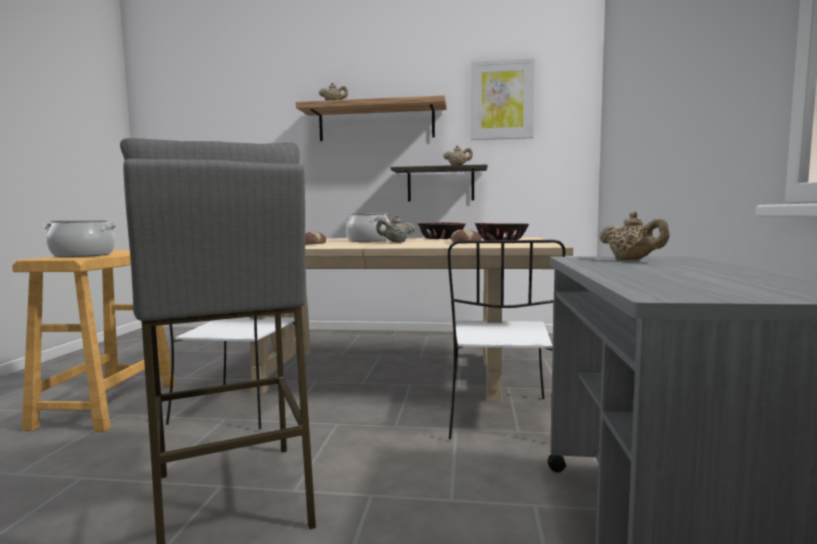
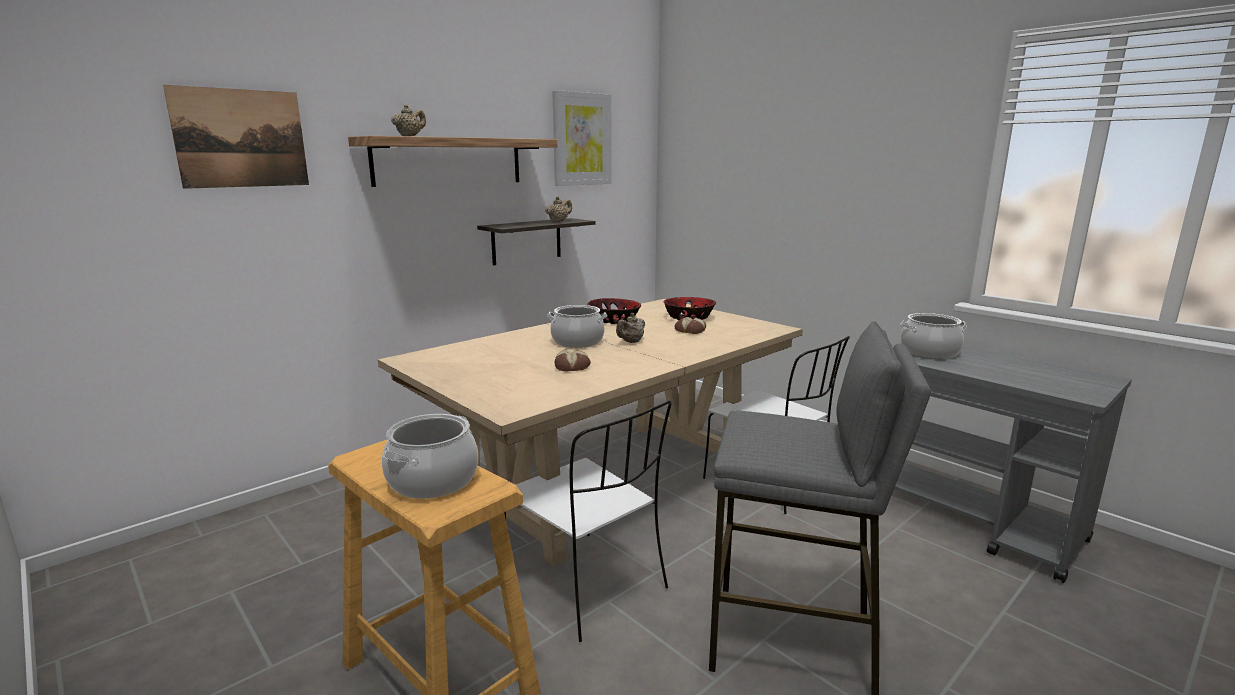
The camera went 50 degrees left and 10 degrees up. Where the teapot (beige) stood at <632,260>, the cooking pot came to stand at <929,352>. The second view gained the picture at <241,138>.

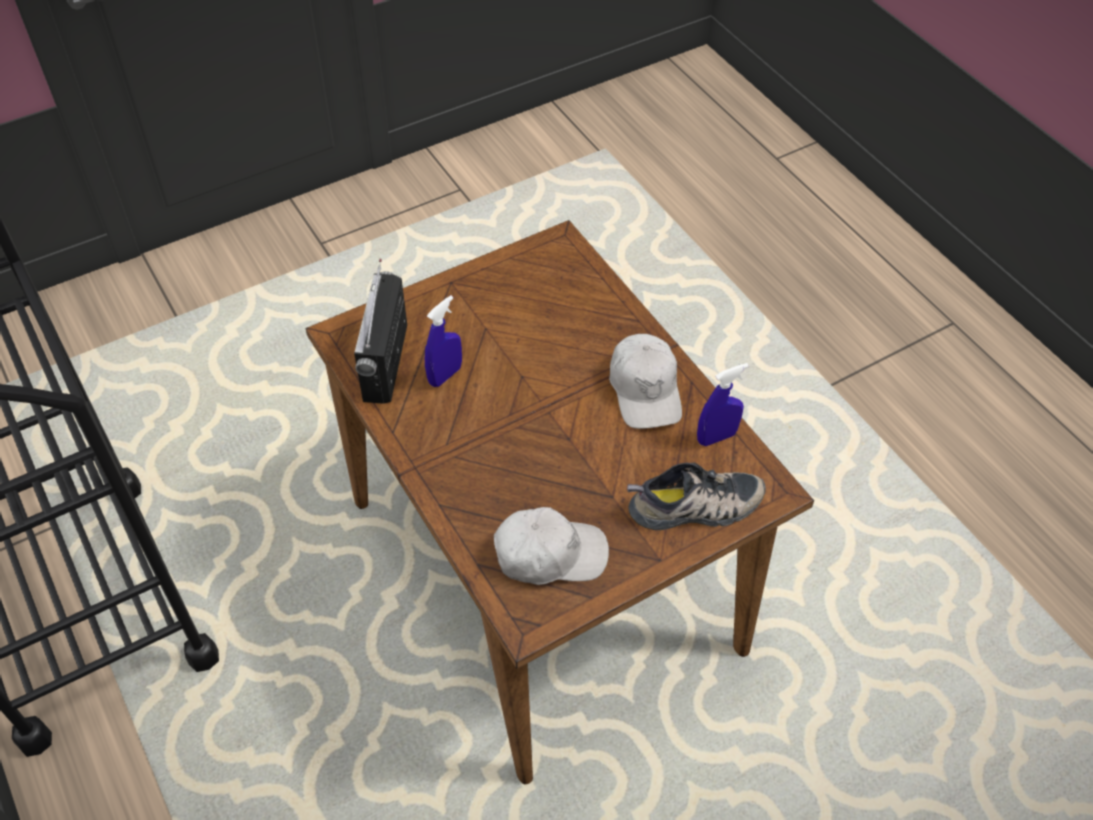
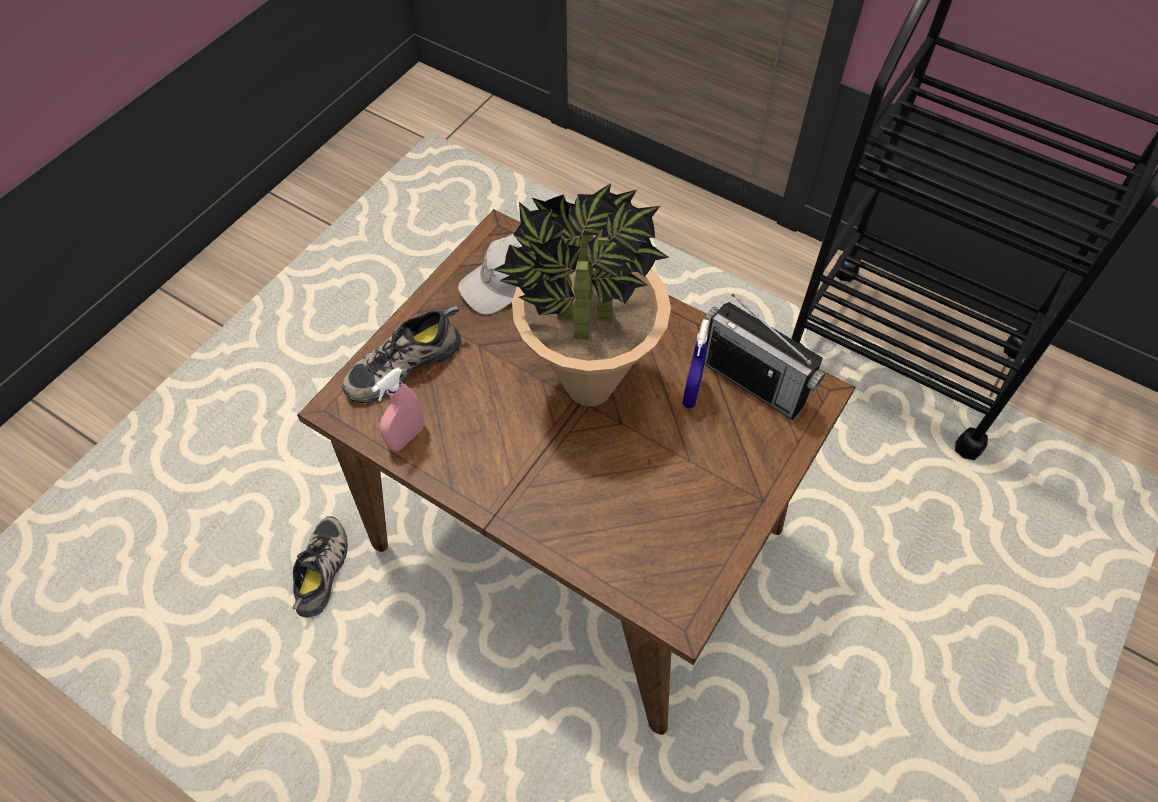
The camera went 155 degrees right and 5 degrees up. The radio at <385,362> ended up facing another way, 150 degrees clockwise from before. The second view lost the cap (white) at <645,389>. What was the spray bottle (blue) at <716,437> turned into the spray bottle (pink) at <406,437>. The second view gained the shoe at <323,570>. The second view gained the potted plant at <588,388>.

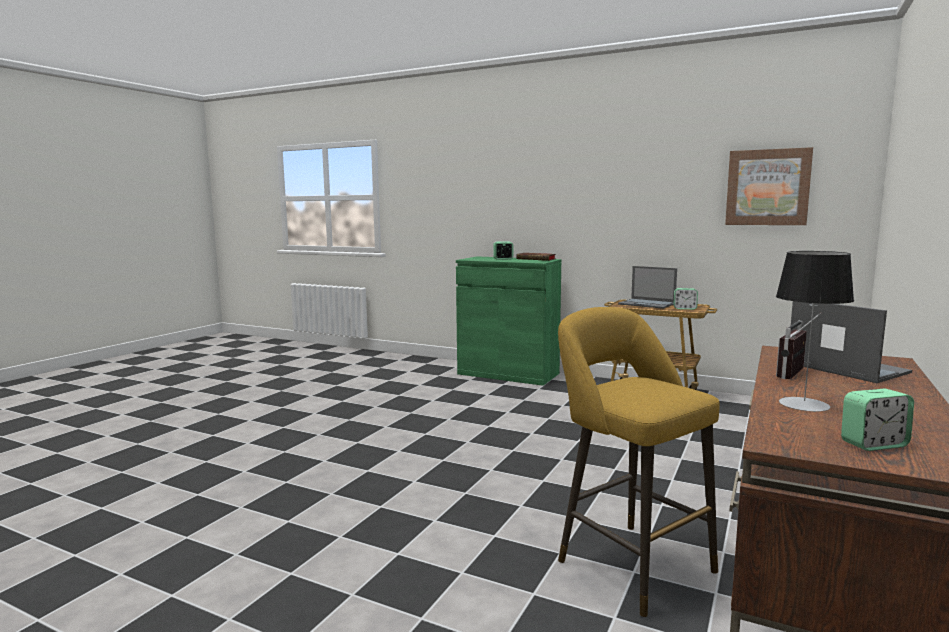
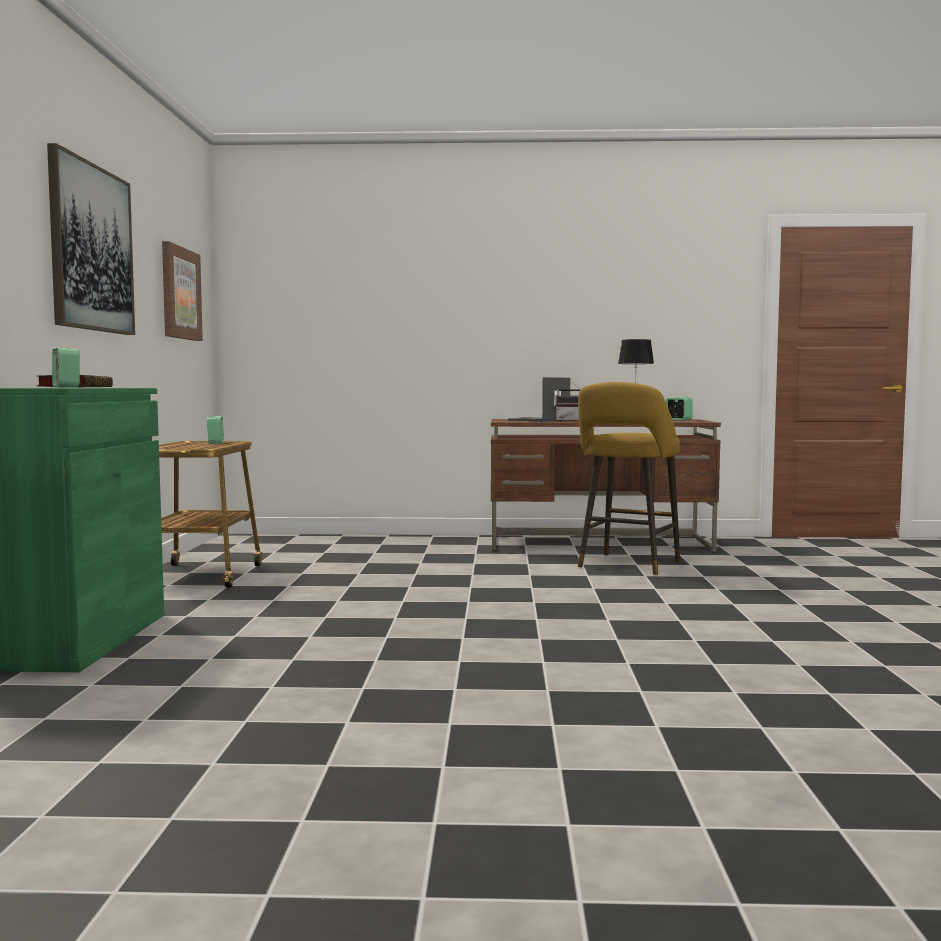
The camera went 115 degrees left and 5 degrees down. The second view lost the laptop at <647,304>. The second view gained the picture at <91,248>.

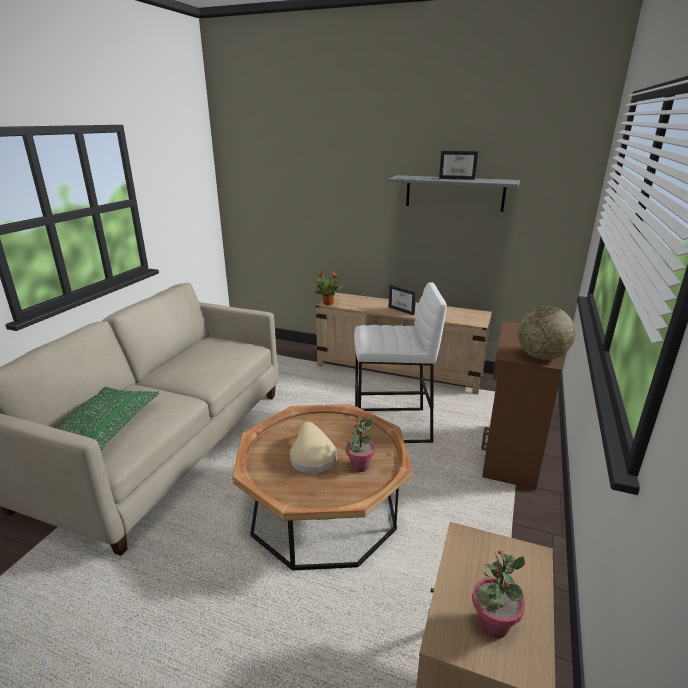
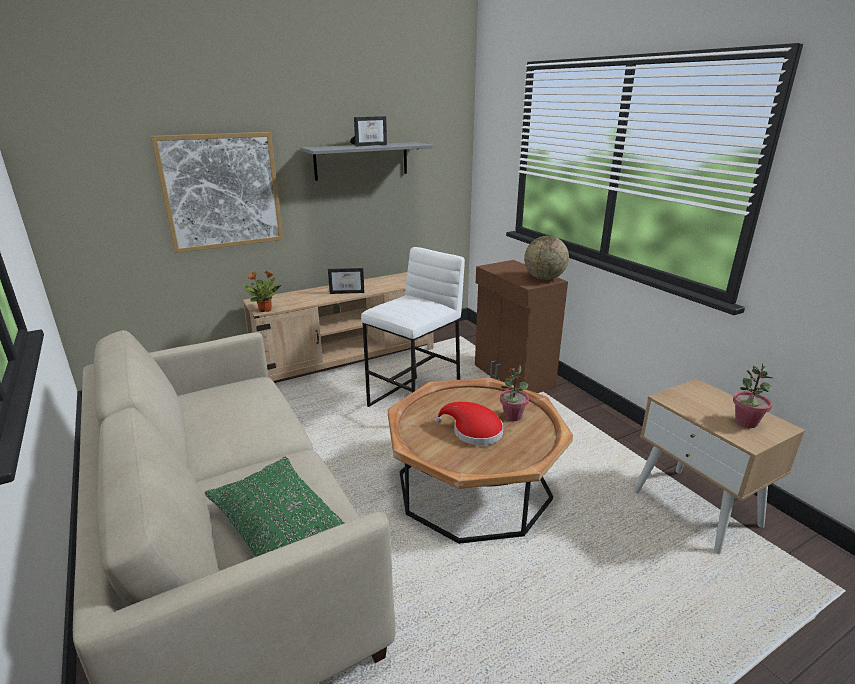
The camera went 50 degrees left and 0 degrees up. What was the hat (beige) at <312,456> turned into the hat (red) at <473,431>. The second view gained the picture at <222,191>.

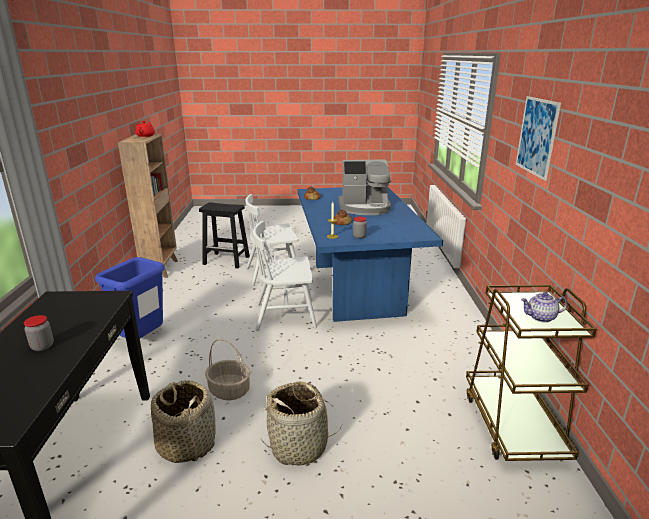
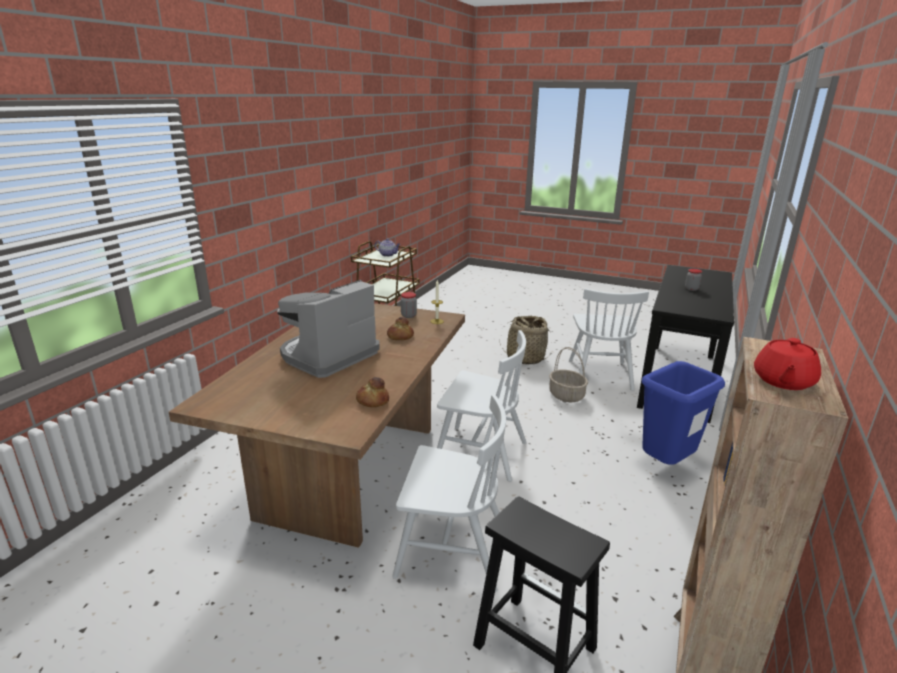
The camera went 155 degrees left and 0 degrees up. Where the basket stood at <187,444>, the chair (white) came to stand at <600,374>. What was the dining table (blue) at <355,288> turned into the dining table (brown) at <352,470>. The coffee machine at <365,208> ended up facing another way, 75 degrees counterclockwise from before. The second view lost the picture at <537,136>.

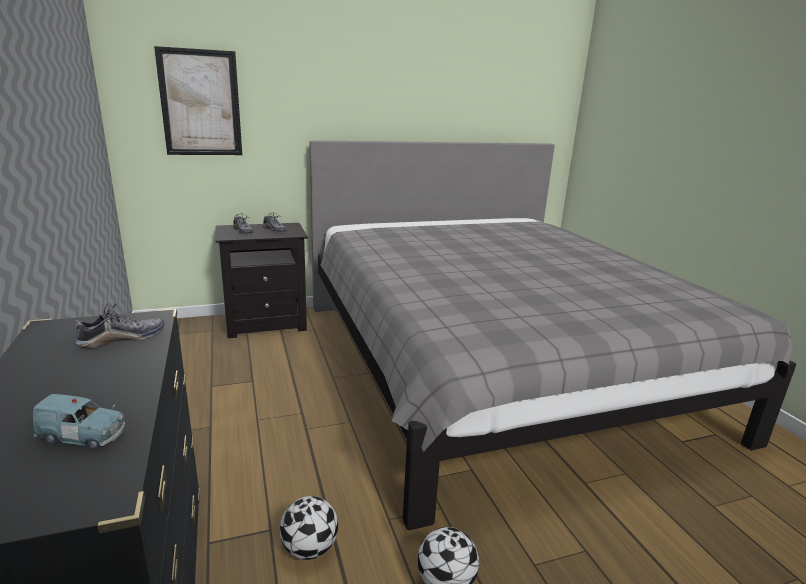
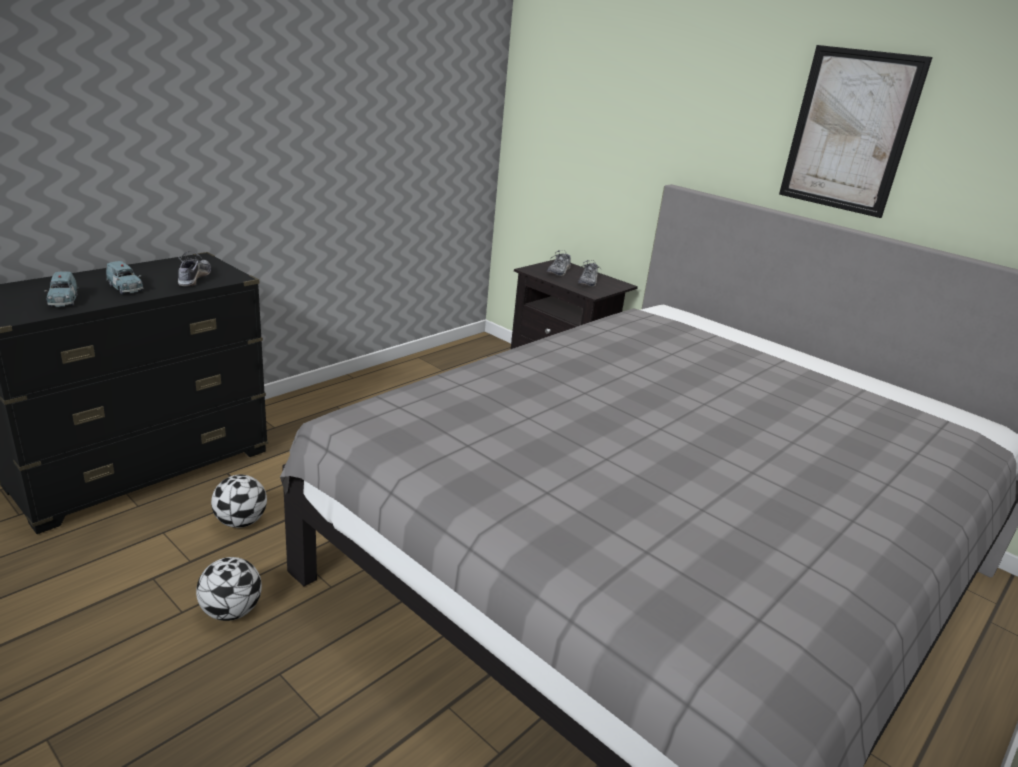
The camera went 60 degrees right and 5 degrees up. The shoe at <122,339> ended up facing another way, 120 degrees counterclockwise from before. The picture ended up elsewhere, having gone from <200,103> to <850,131>. The second view gained the toy car (blue) at <125,288>.

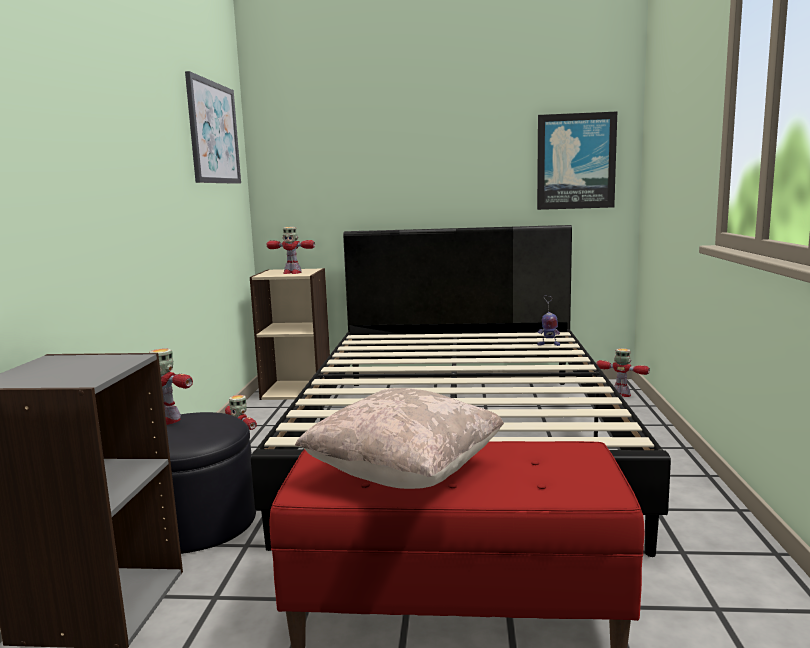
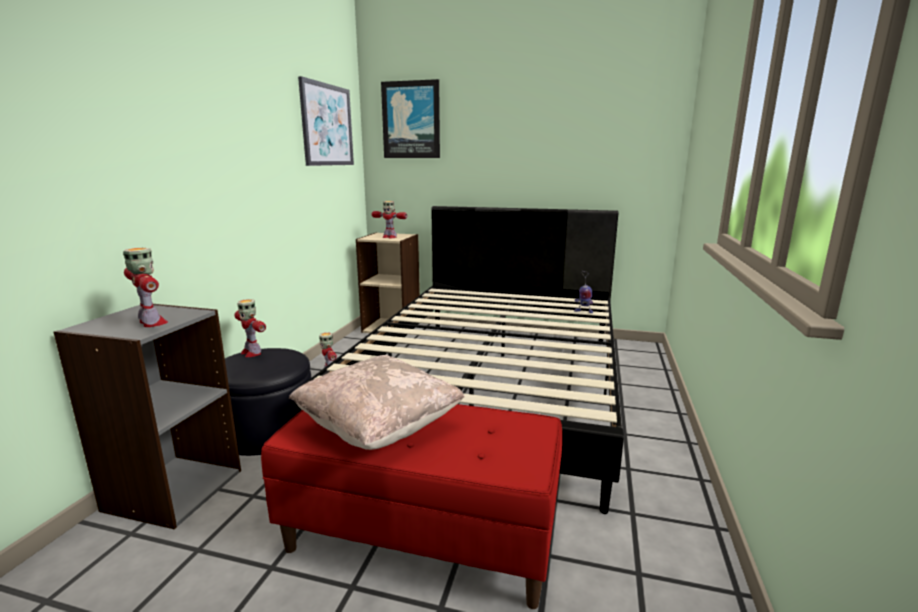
The camera went 10 degrees right and 5 degrees up. The picture ended up elsewhere, having gone from <575,161> to <411,120>. The toy robot ended up elsewhere, having gone from <621,394> to <152,323>.

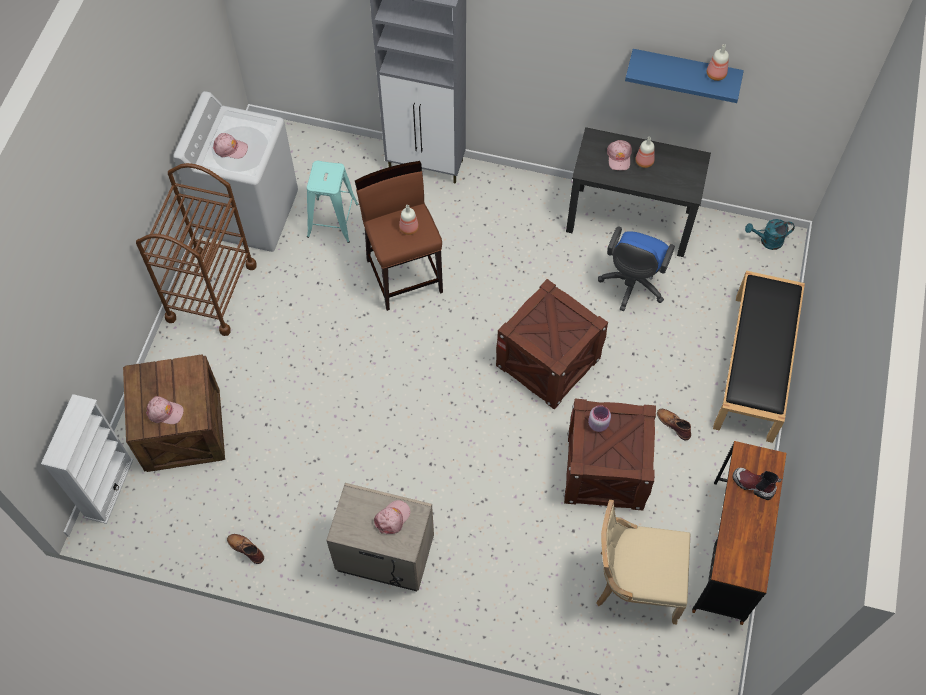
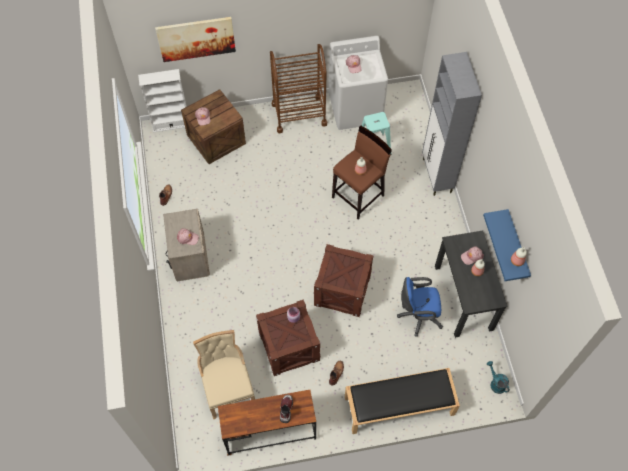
The camera went 65 degrees right and 0 degrees up. The second view gained the picture at <196,38>.

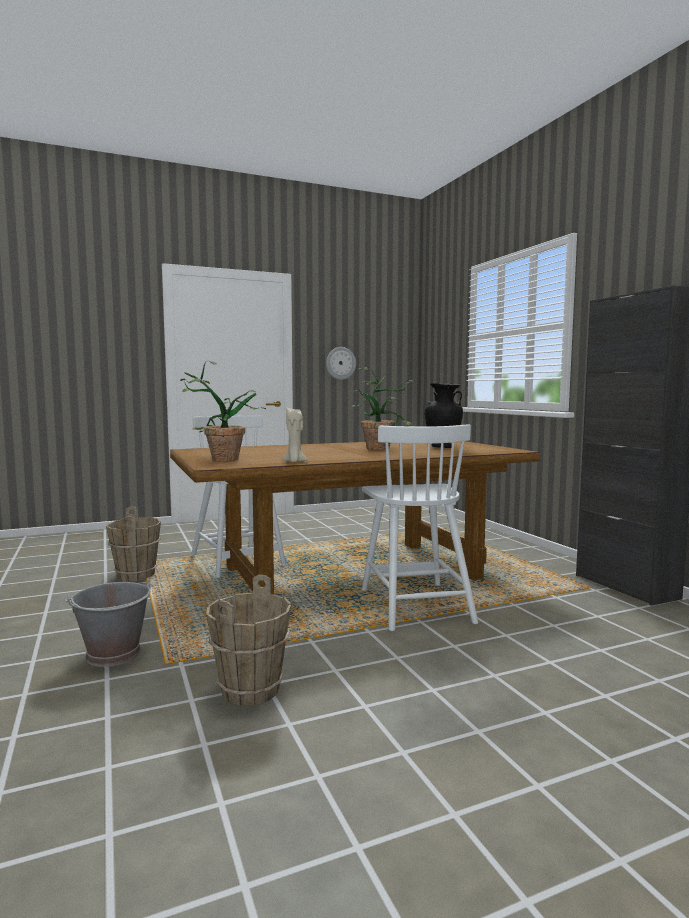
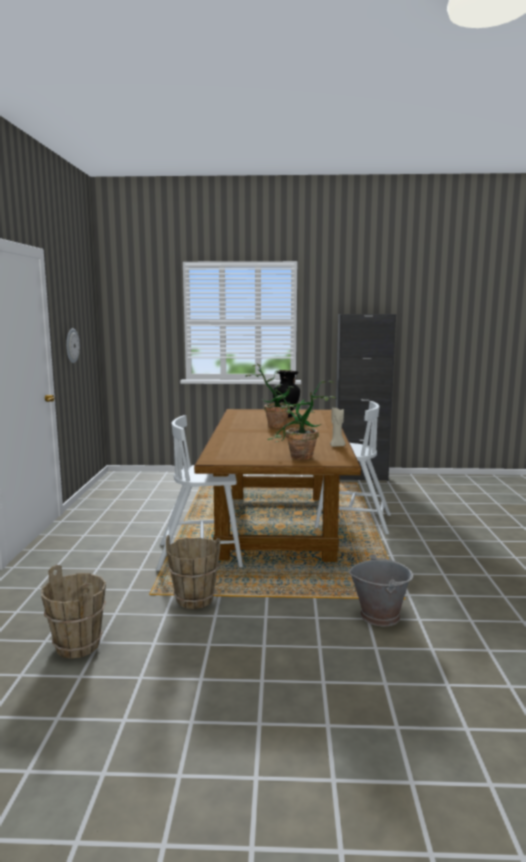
The camera went 65 degrees left and 5 degrees up. The bucket (brown) ended up elsewhere, having gone from <251,690> to <78,645>.

